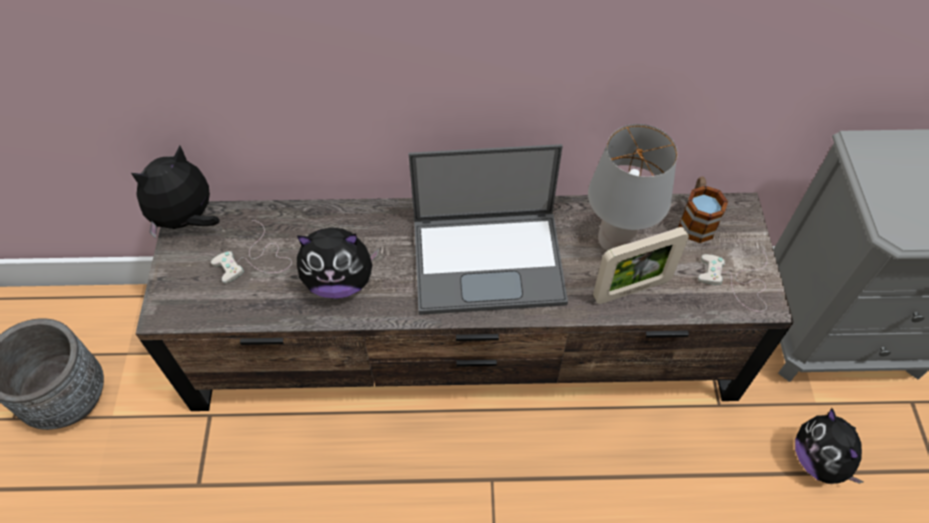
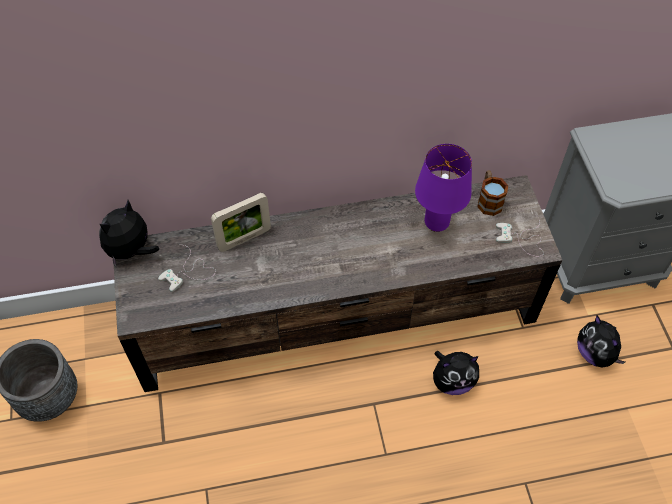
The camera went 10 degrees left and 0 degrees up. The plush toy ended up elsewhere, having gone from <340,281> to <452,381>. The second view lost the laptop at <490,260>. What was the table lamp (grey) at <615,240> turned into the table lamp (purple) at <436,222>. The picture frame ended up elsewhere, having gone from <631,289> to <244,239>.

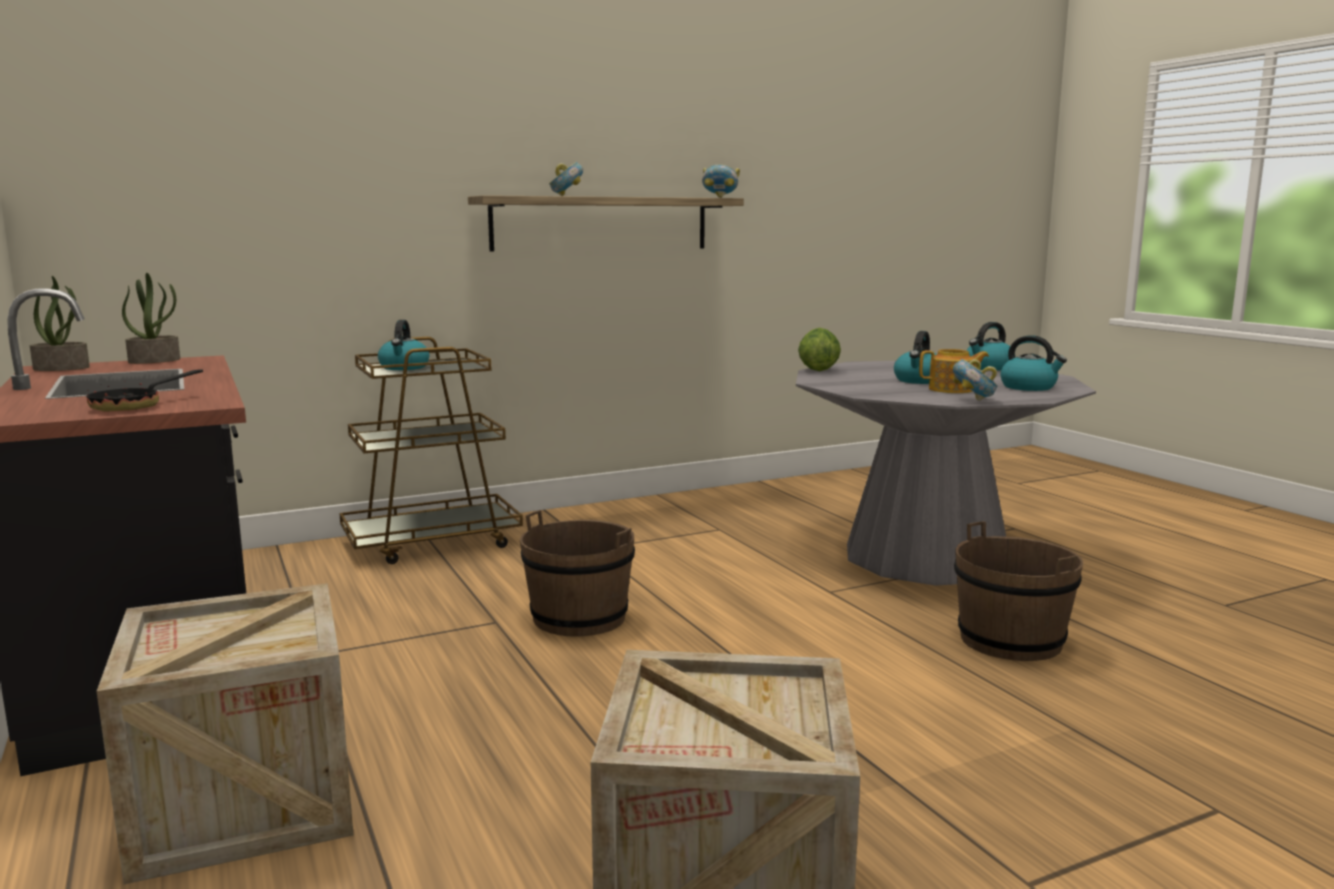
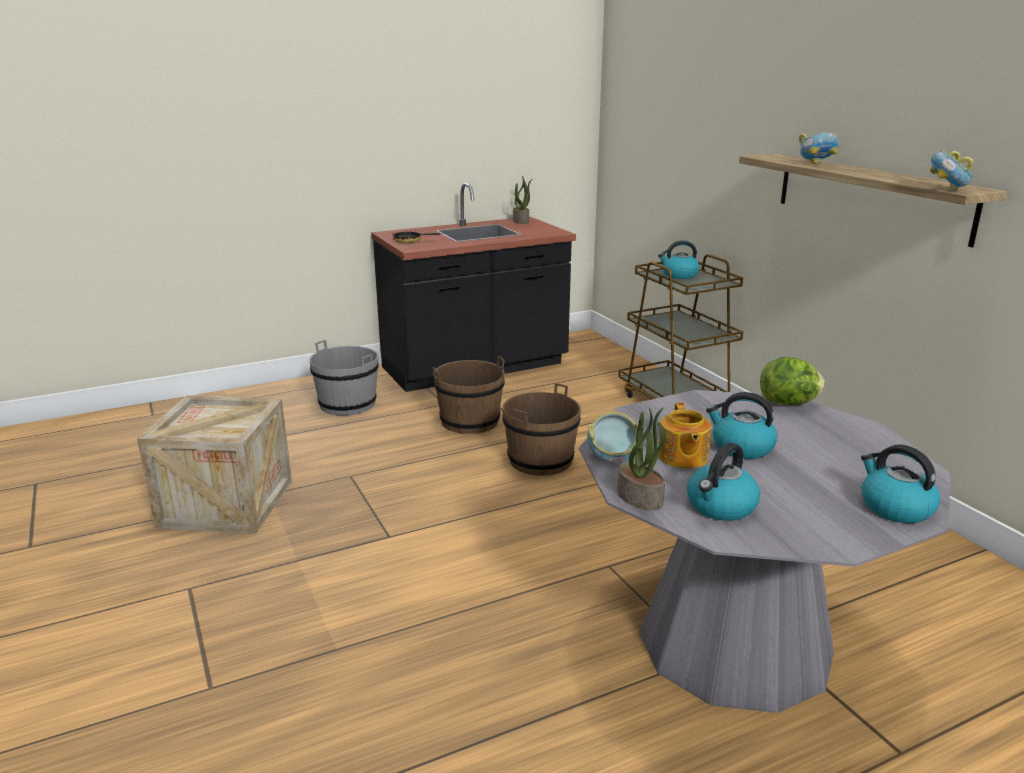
The camera went 90 degrees right and 10 degrees up. Where the crate stood at <245,802>, the bucket (grey) came to stand at <348,404>. The potted plant ended up elsewhere, having gone from <155,360> to <641,498>. The bucket (brown) ended up elsewhere, having gone from <1010,640> to <470,421>.

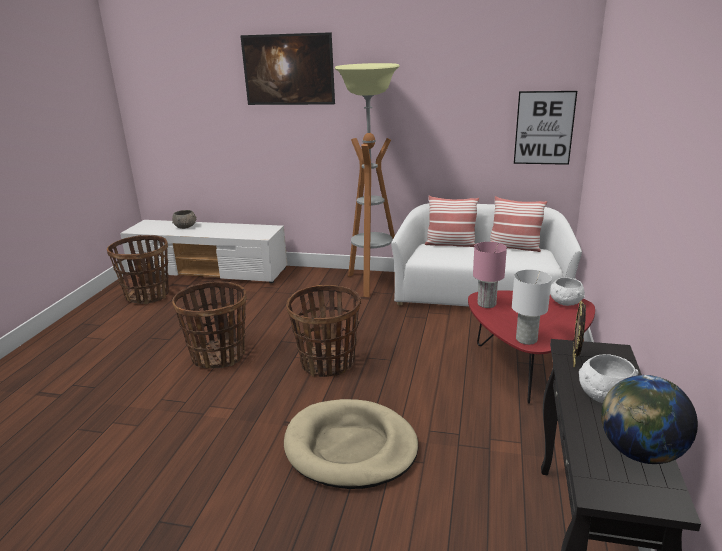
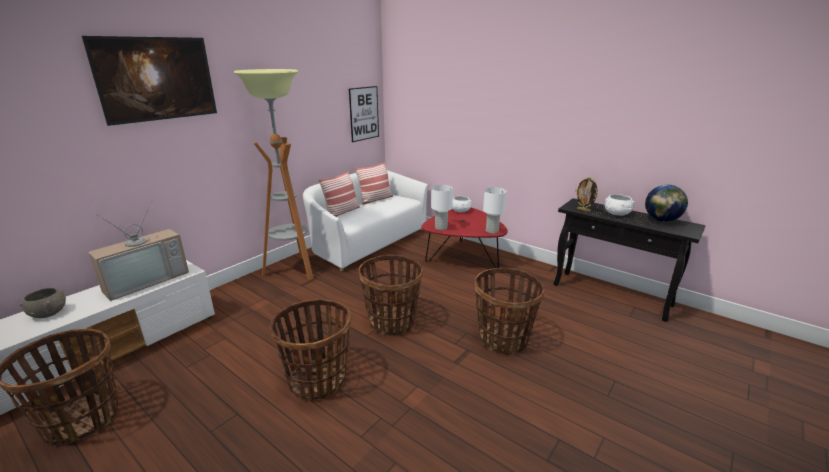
The camera went 65 degrees left and 0 degrees up. Where the dog bed (beige) stood at <350,447>, the basket came to stand at <503,339>. What was the table lamp (pink) at <486,304> turned into the table lamp (white) at <441,228>. The second view gained the television at <146,280>.

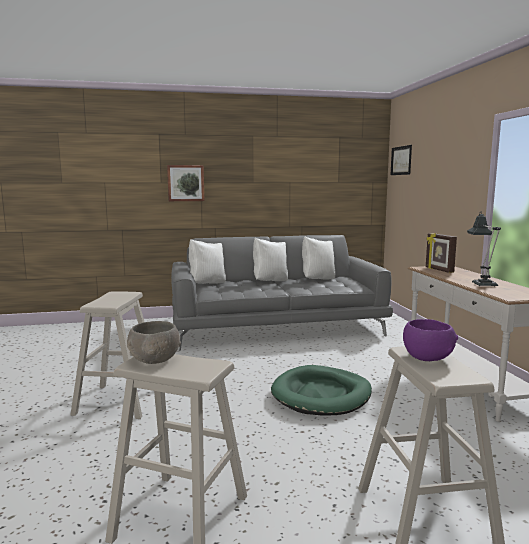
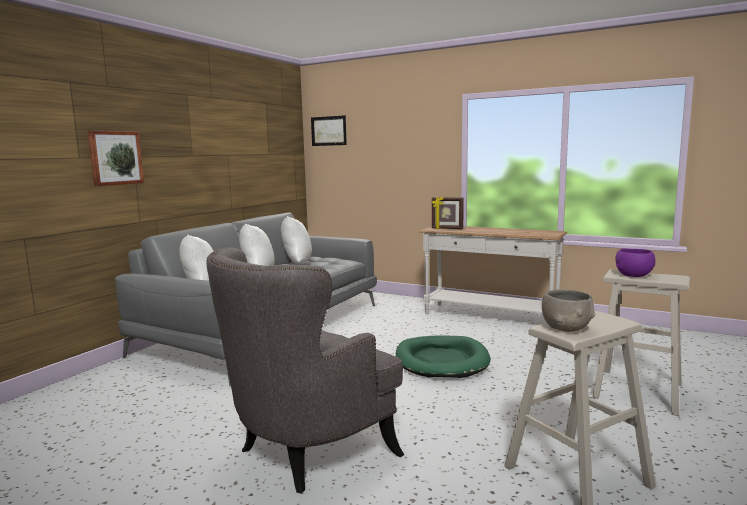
The camera went 50 degrees left and 0 degrees up. Where the stool (beige) stood at <119,401>, the armchair (grey) came to stand at <306,452>. The second view lost the table lamp at <482,283>.

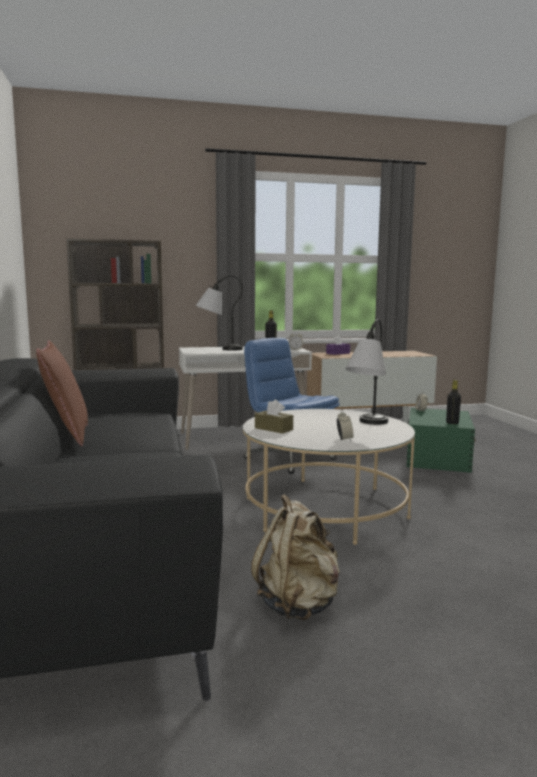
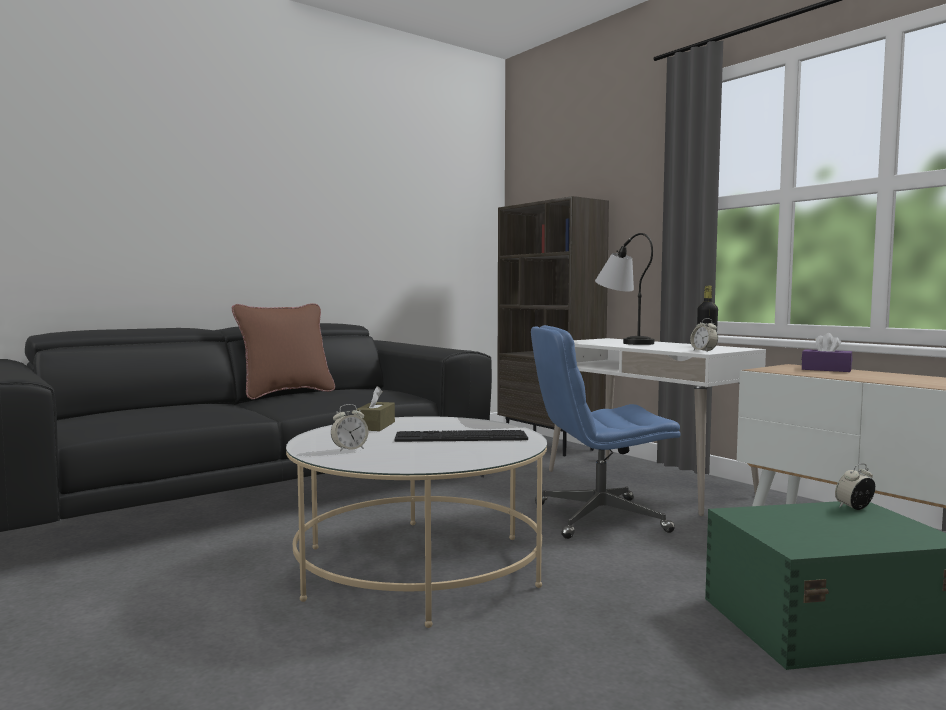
The camera went 65 degrees right and 5 degrees down. The office chair (blue) at <288,459> ended up facing another way, 120 degrees counterclockwise from before. The second view lost the backpack (beige) at <298,604>. The second view lost the table lamp at <367,425>. The second view lost the bottle (black) at <452,423>. The second view gained the keyboard at <461,437>.

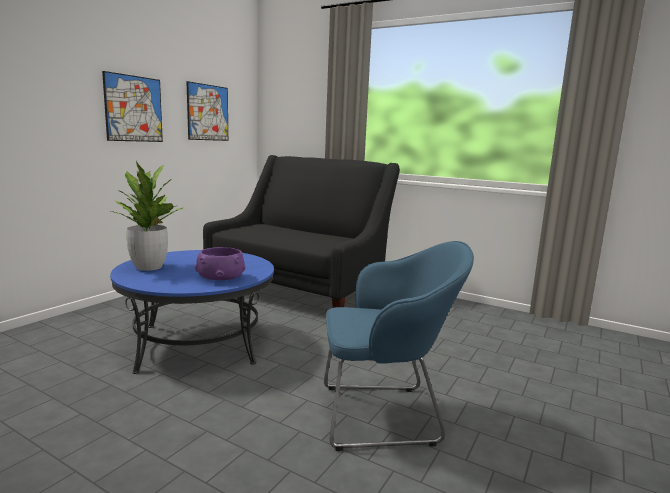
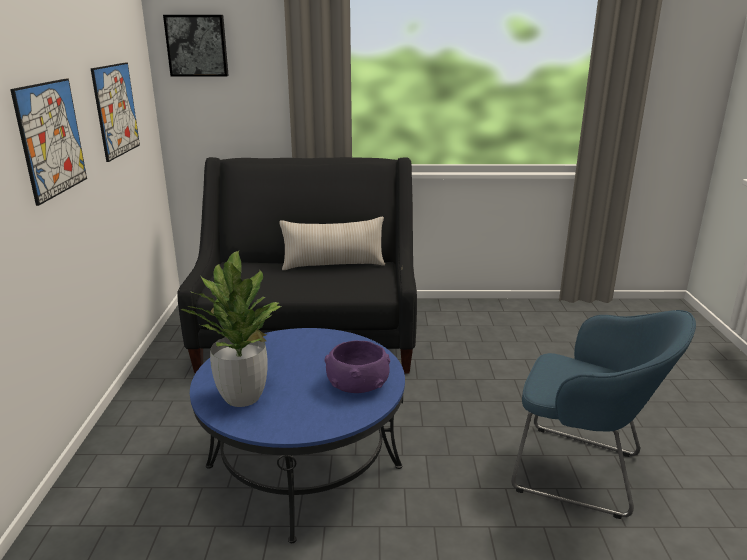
The camera went 30 degrees left and 10 degrees up. The armchair (blue) at <385,415> ended up facing another way, 60 degrees clockwise from before. The second view gained the picture at <197,45>. The second view gained the pillow (beige) at <333,265>.

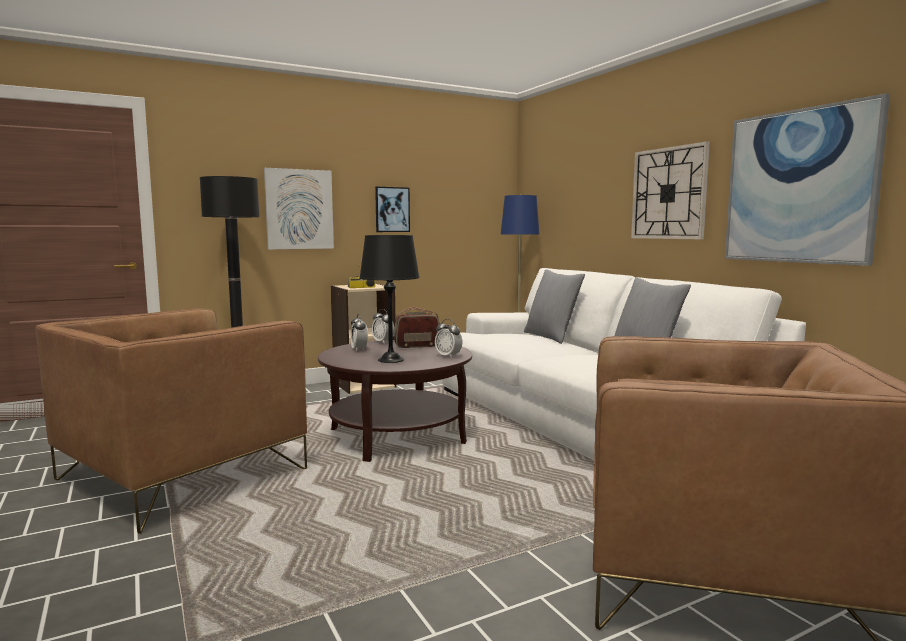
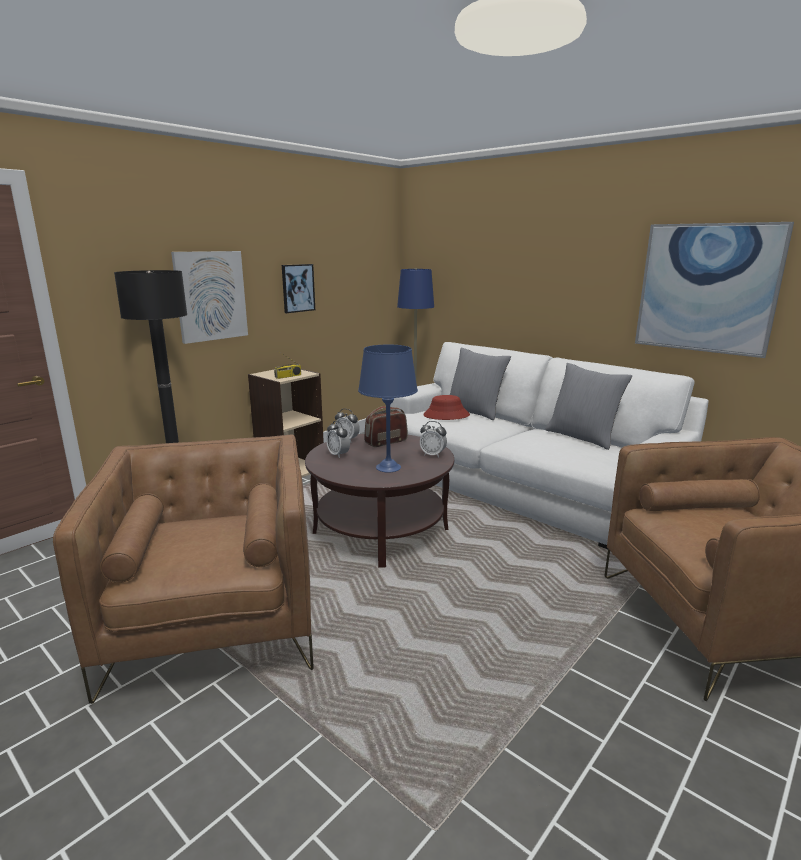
The camera went 20 degrees left and 10 degrees up. The armchair (brown) at <182,475> ended up facing another way, 150 degrees clockwise from before. What was the table lamp (black) at <390,360> turned into the table lamp (blue) at <388,467>. The second view lost the wall clock at <669,193>. The second view gained the hat (red) at <446,415>.

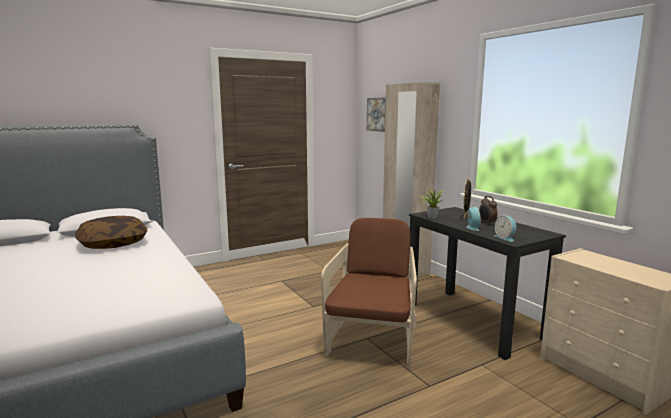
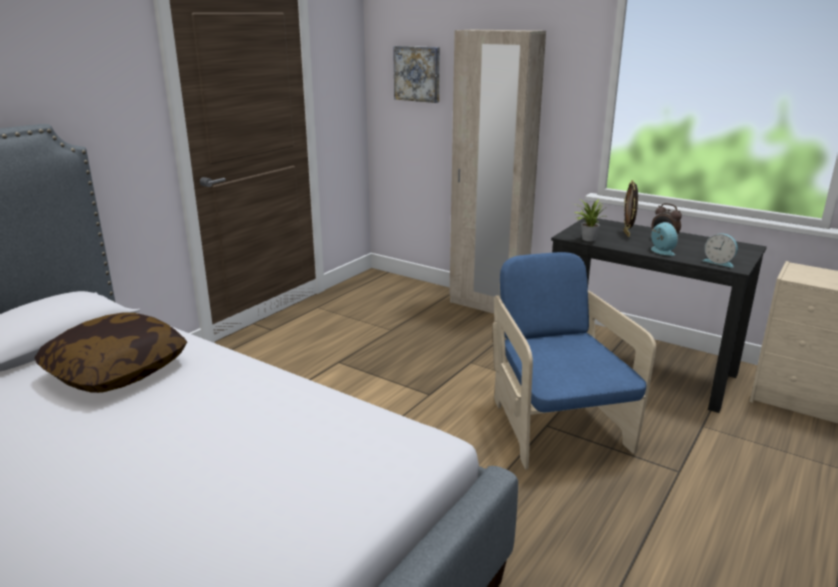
The camera went 25 degrees left and 10 degrees up. What was the armchair (brown) at <372,340> turned into the armchair (blue) at <556,427>.

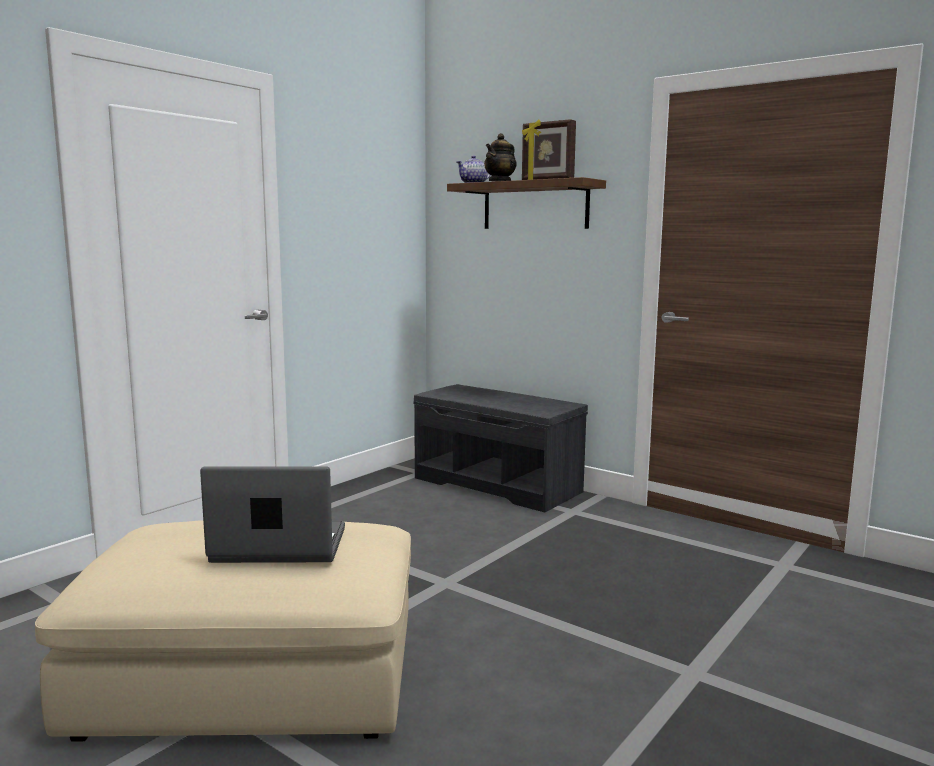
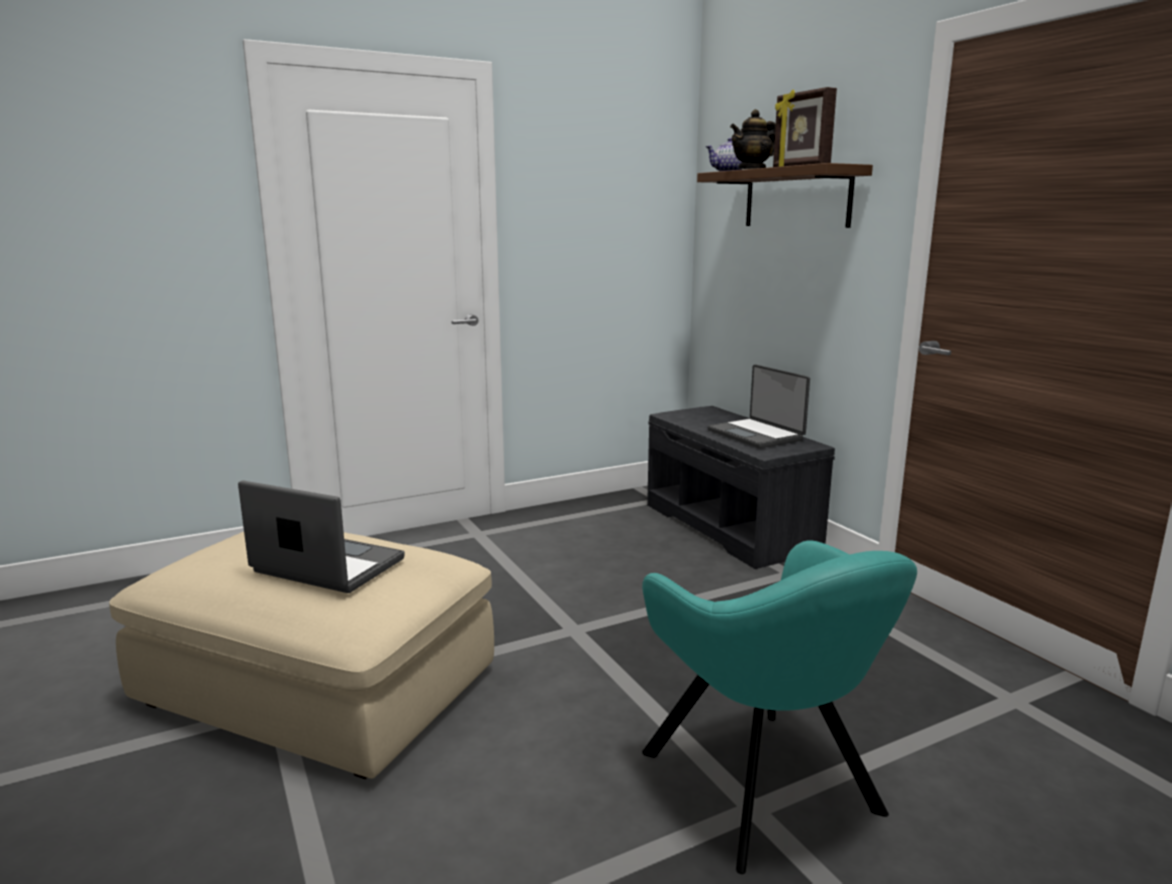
The camera went 25 degrees right and 5 degrees up. The second view gained the armchair (turquoise) at <765,788>. The second view gained the laptop at <756,435>.

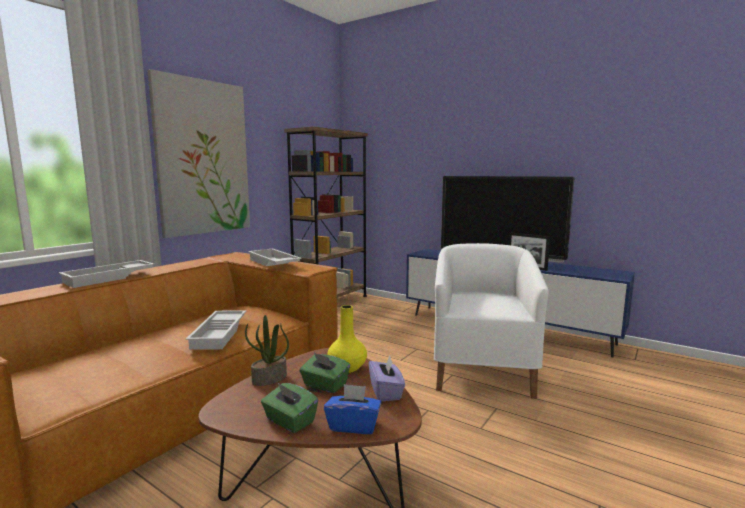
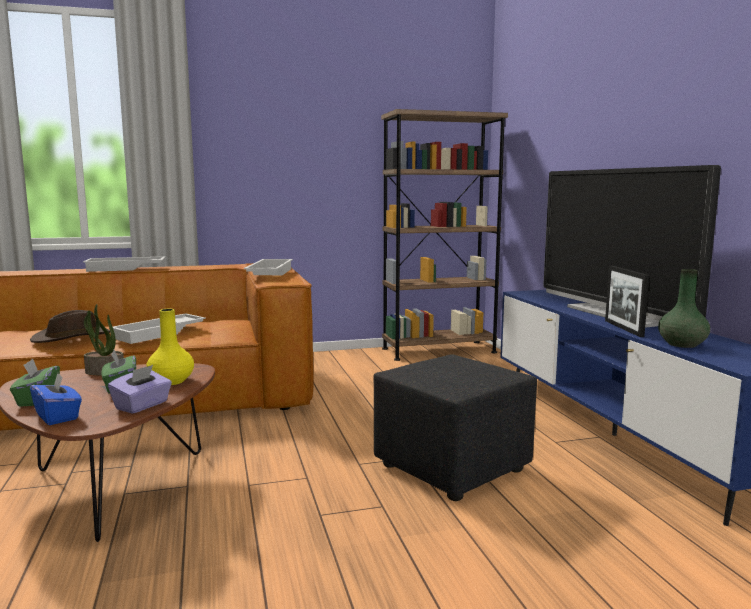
The camera went 40 degrees right and 0 degrees up. The second view lost the picture at <203,158>. Where the armchair (white) stood at <482,372>, the ottoman (black) came to stand at <454,468>. The second view gained the hat (brown) at <72,337>. The second view gained the vase (green) at <682,344>.

